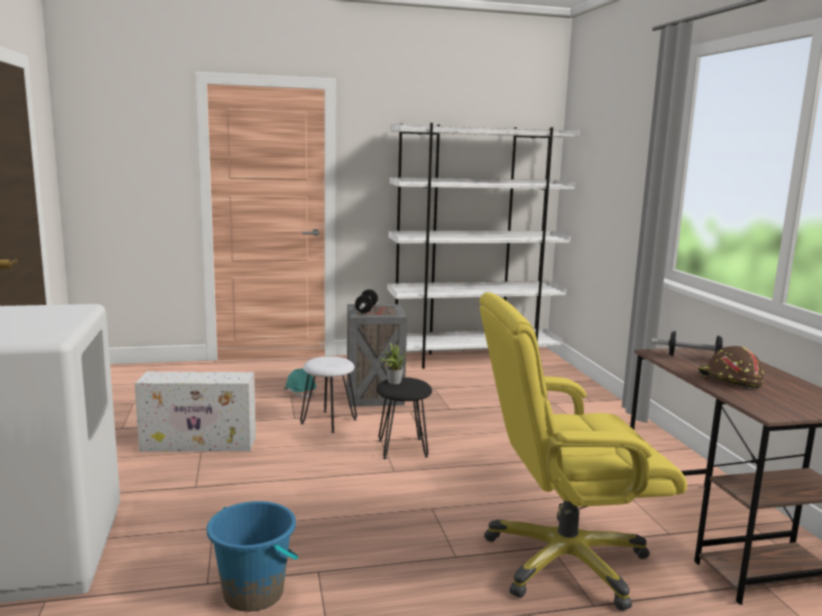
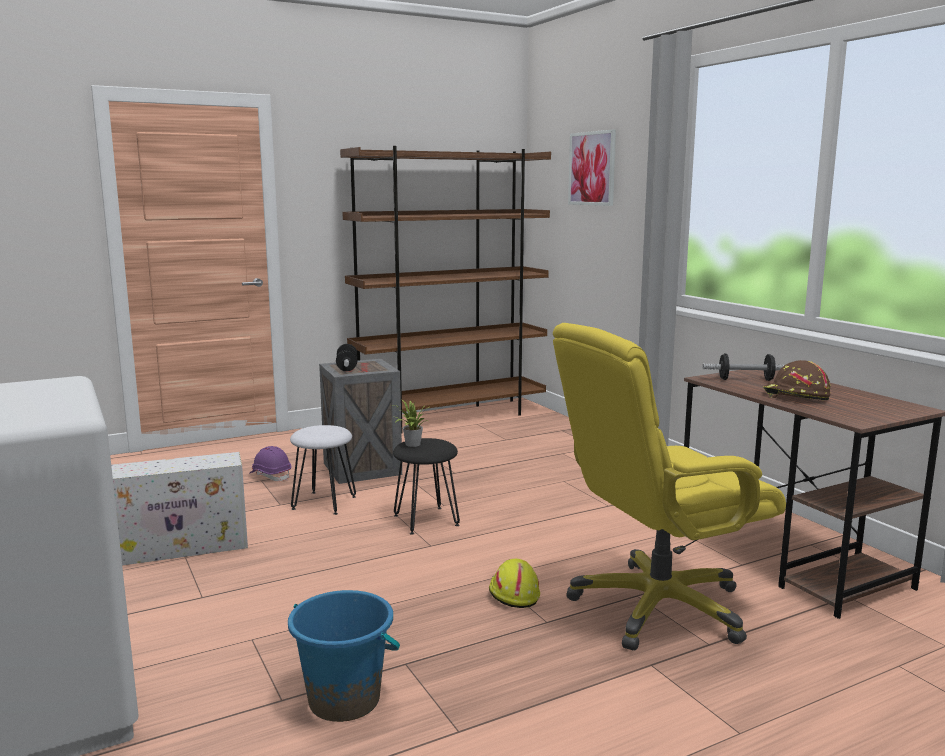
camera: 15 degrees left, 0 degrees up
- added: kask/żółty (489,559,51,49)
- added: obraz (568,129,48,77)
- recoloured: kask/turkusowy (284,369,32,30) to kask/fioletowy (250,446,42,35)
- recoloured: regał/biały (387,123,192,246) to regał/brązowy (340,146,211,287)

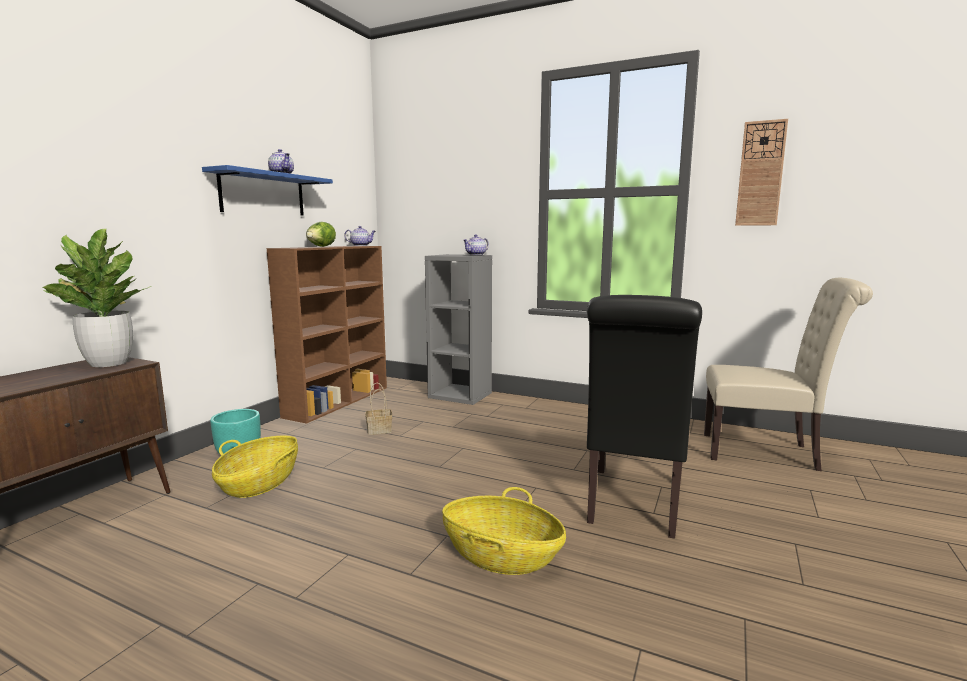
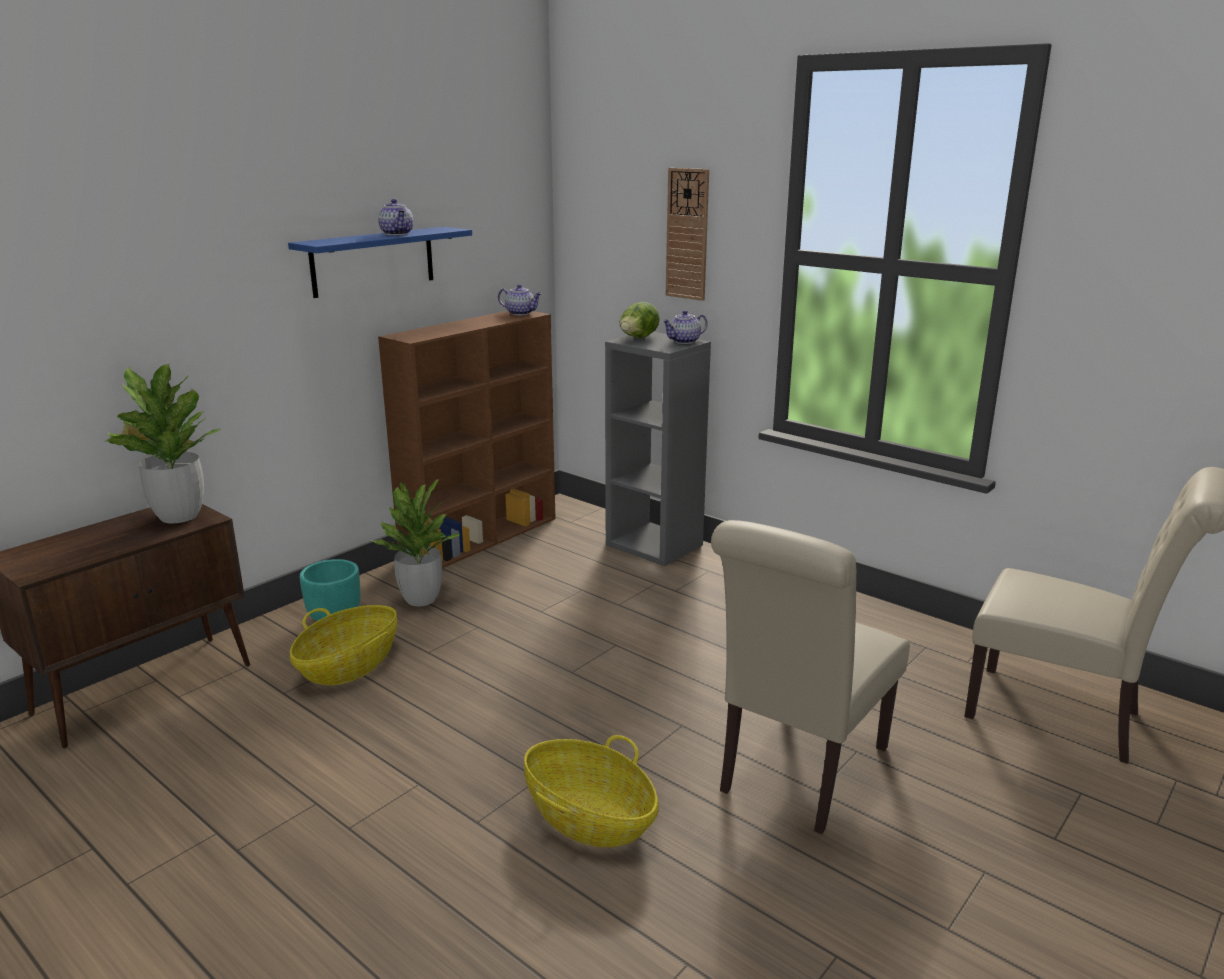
camera: 15 degrees right, 10 degrees up
- removed: koszyk (365,383,27,52)
- added: roślina doniczkowa (372,480,88,126)
- moved: sałata (306,222,30,25) to (619,302,40,36)
- moved: zegar ścienny (735,119,53,107) to (666,168,43,133)
- recoloured: krzesło/czarny (587,295,115,244) to krzesło/beżowy (711,520,199,314)

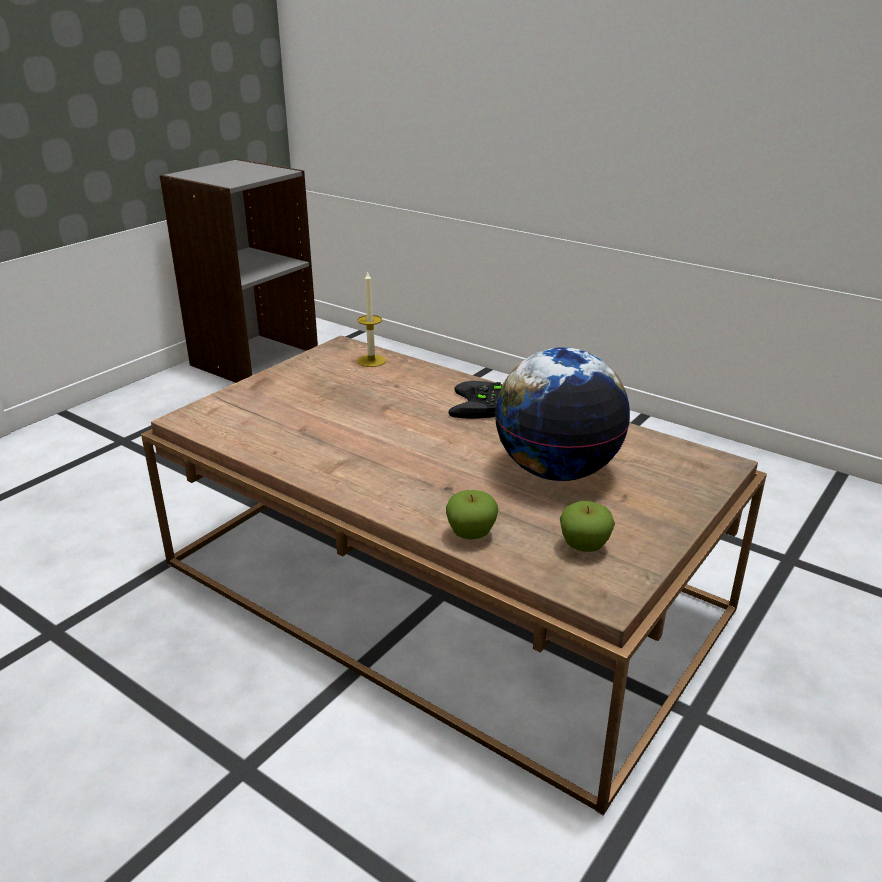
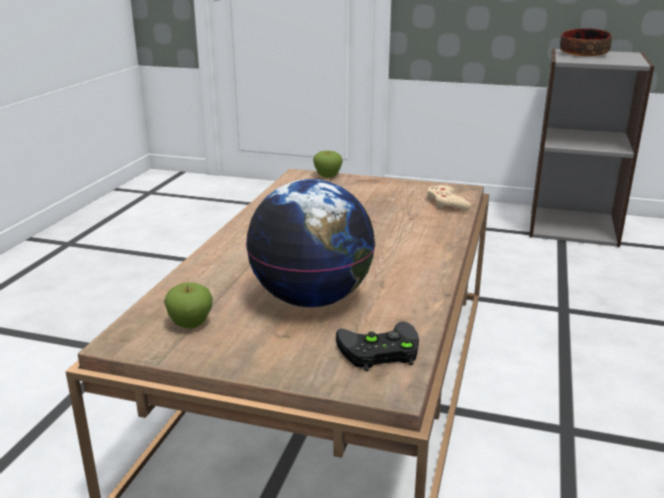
camera: 70 degrees right, 5 degrees down
- added: miska (560,28,52,29)
- moved: jabłko (446,490,52,50) to (313,151,30,27)
- moved: pad do gier/czarny (449,381,53,38) to (336,322,83,49)
- replaced: świeca (357,270,29,97) to pad do gier/beżowy (427,185,44,25)

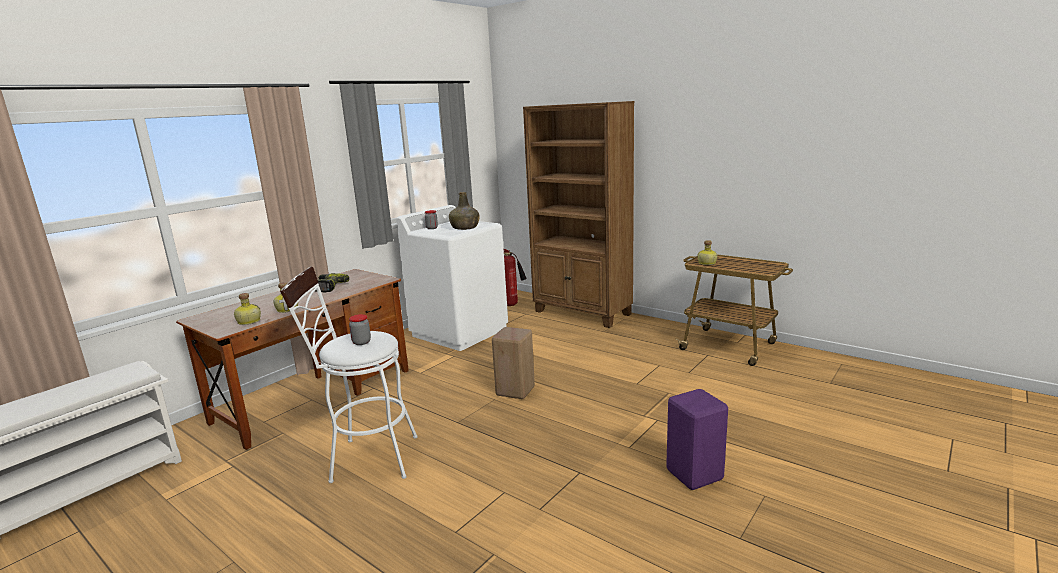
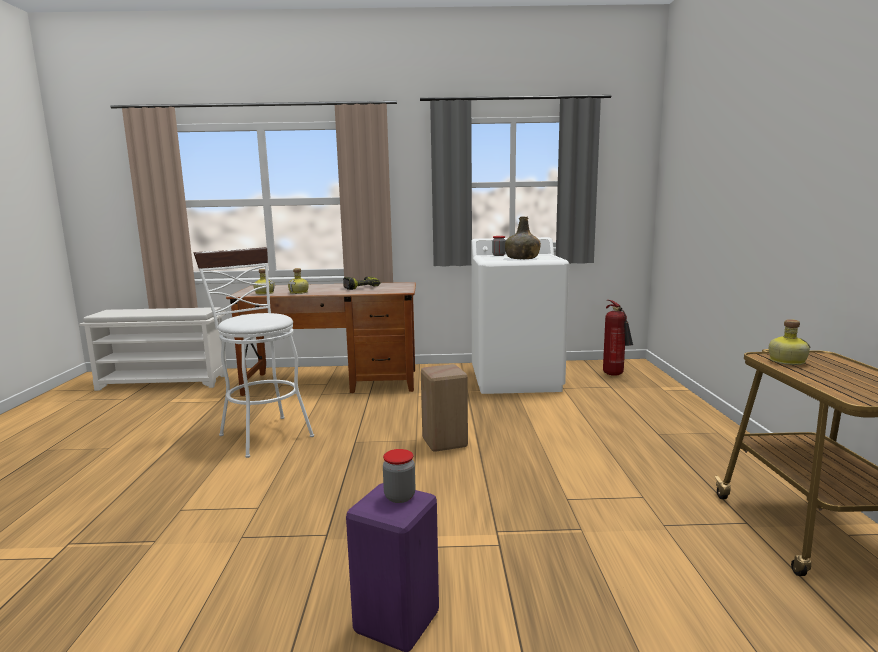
camera: 50 degrees right, 5 degrees down
- removed: regał/brązowy (523,101,111,227)
- moved: słoik (349,314,22,31) to (383,449,32,54)

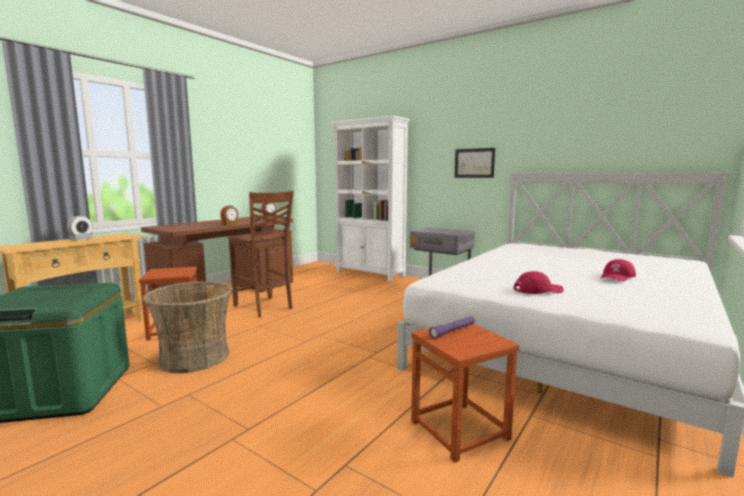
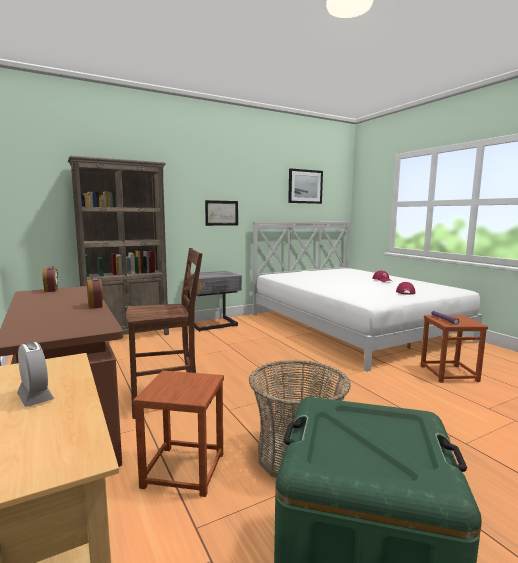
camera: 65 degrees left, 0 degrees up
- added: obraz (288,168,35,36)
- recoloured: regał/biały (332,116,78,166) to regał/brązowy (68,156,101,179)

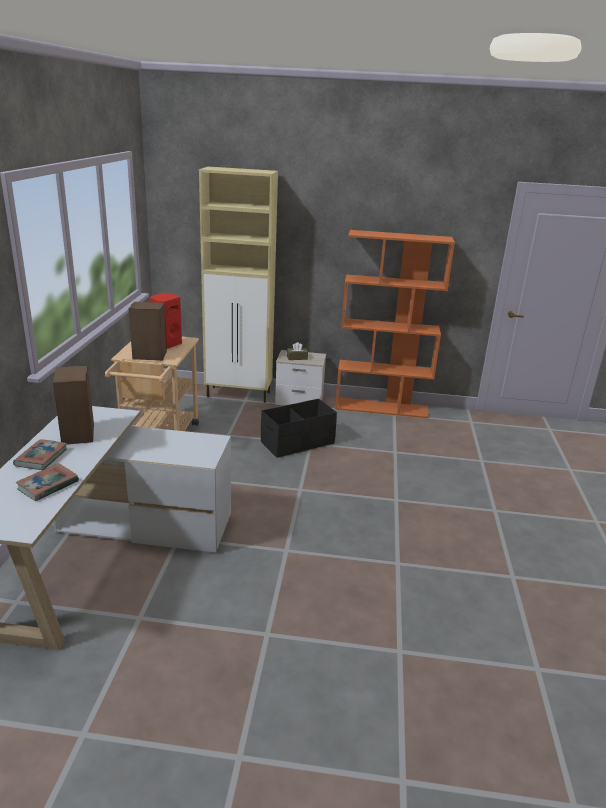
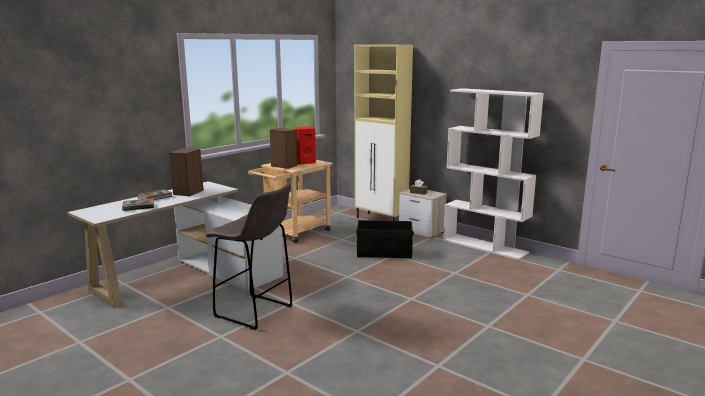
camera: 35 degrees right, 10 degrees down
- added: stołek/szary (205,184,87,146)
- recoloured: regał/pomarańczowy (335,230,120,188) to regał/biały (443,88,101,172)

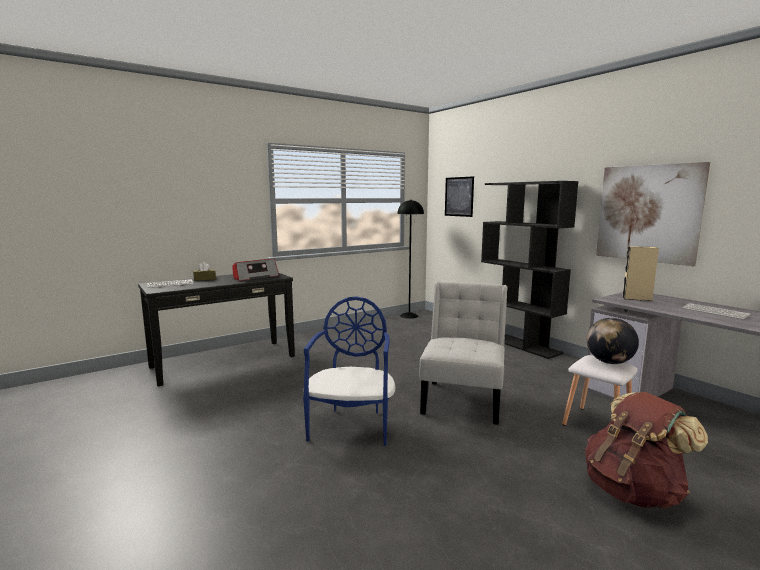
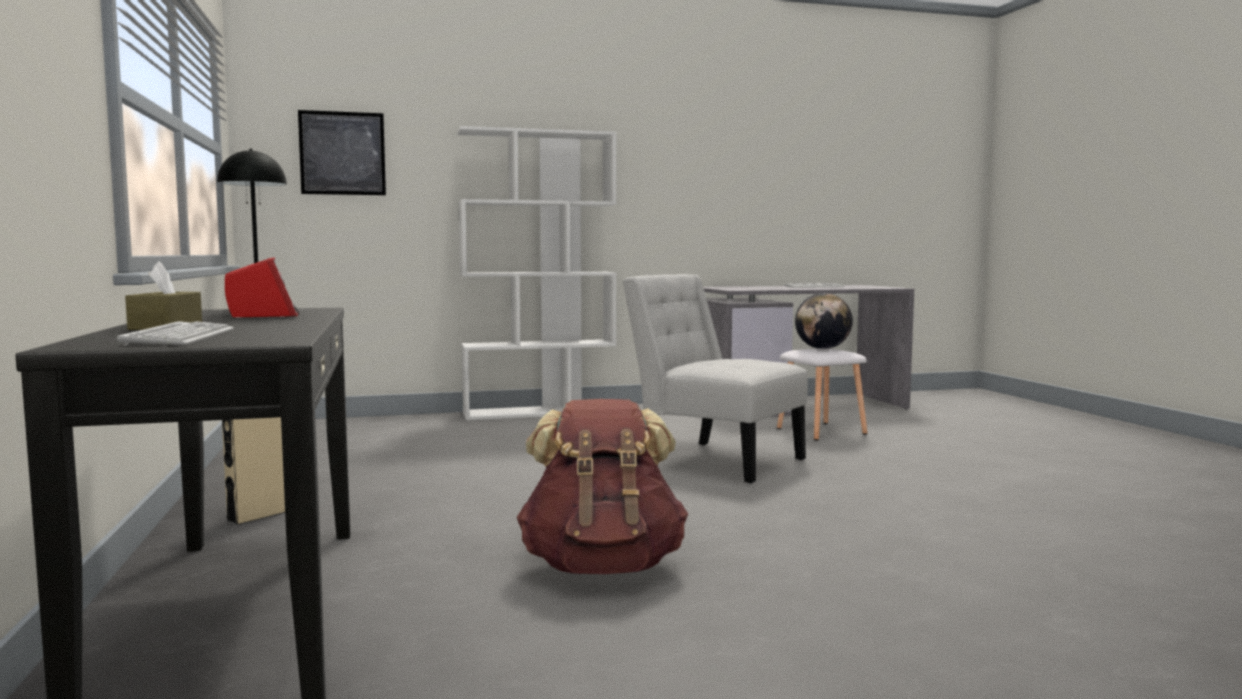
camera: 70 degrees left, 5 degrees down
- removed: krzesło/niebieski (303,296,92,150)
- removed: obraz (596,162,114,104)
- moved: plecak/brązowy (585,392,123,117) to (517,399,171,175)
- moved: głośnik/beżowy (622,246,37,55) to (222,417,63,108)
- recoloured: regał/czarny (481,181,97,178) to regał/biały (457,126,160,294)

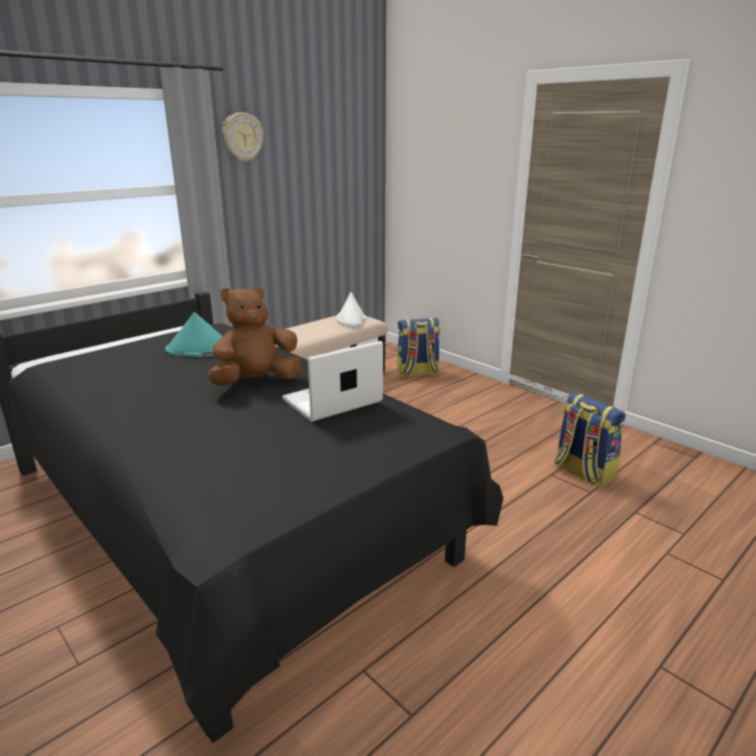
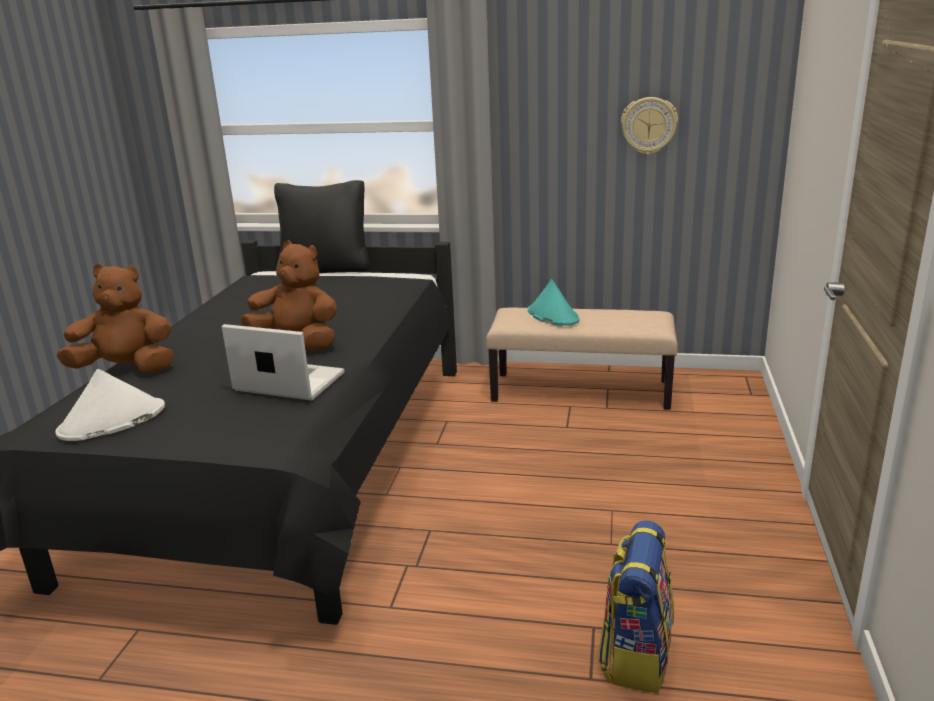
camera: 55 degrees right, 0 degrees up
- removed: plecak (397,318,43,60)
- added: pluszak/brązowy (57,264,117,109)
- added: poduszka/czarny (274,180,96,93)
- moved: kapelusz/turkusowy (165,312,58,45) to (528,279,52,47)
- moved: zegar ścienny (223,112,40,50) to (621,97,57,58)
- moved: kapelusz/biały (336,292,30,34) to (55,369,110,72)

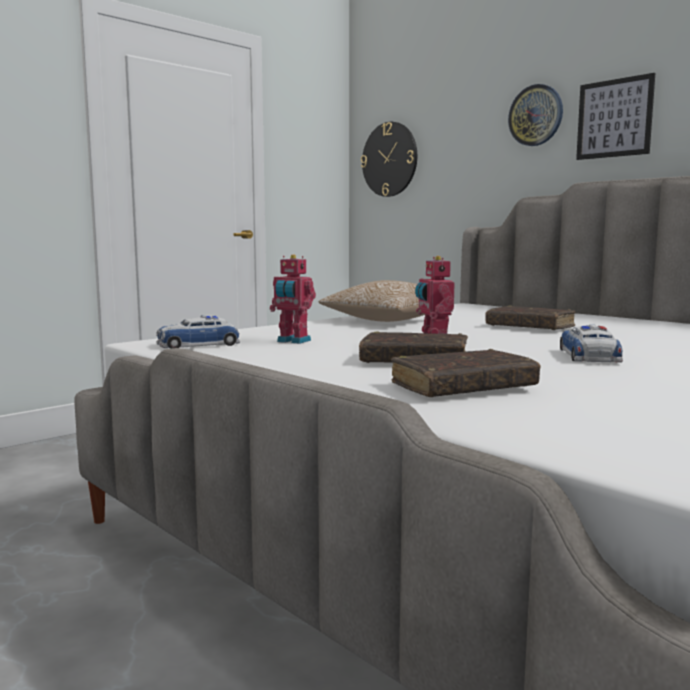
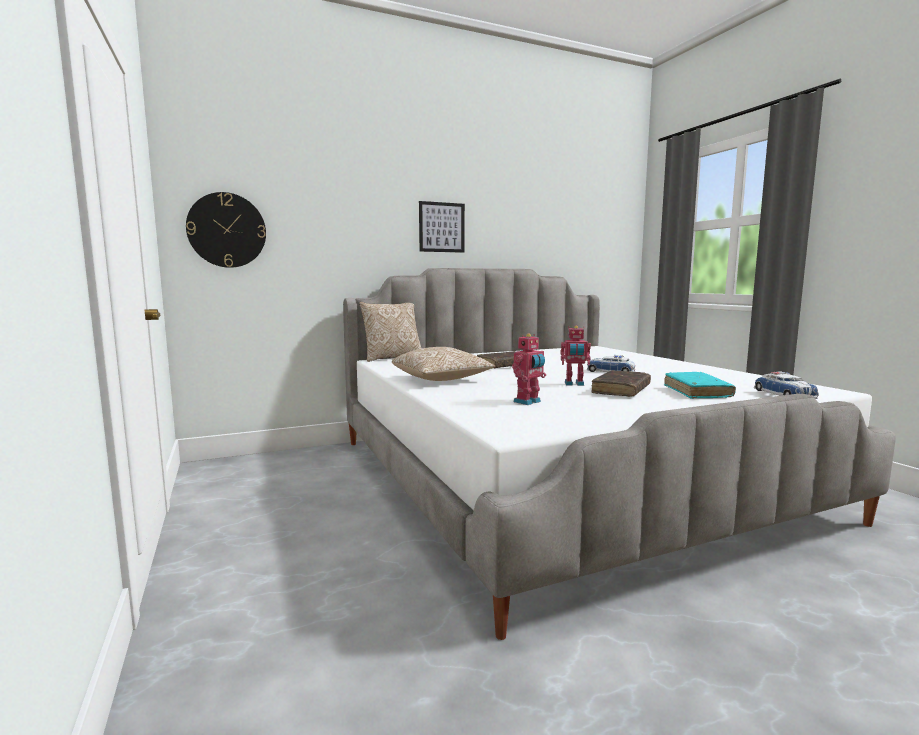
camera: 70 degrees left, 0 degrees up
- removed: zegar ścienny (508,84,55,62)
- added: poduszka (359,302,63,60)
- moved: samochodzik (156,315,84,34) to (754,371,65,28)
- recoloured: książka/brązowy (391,349,150,48) to książka/turkusowy (664,372,72,27)

